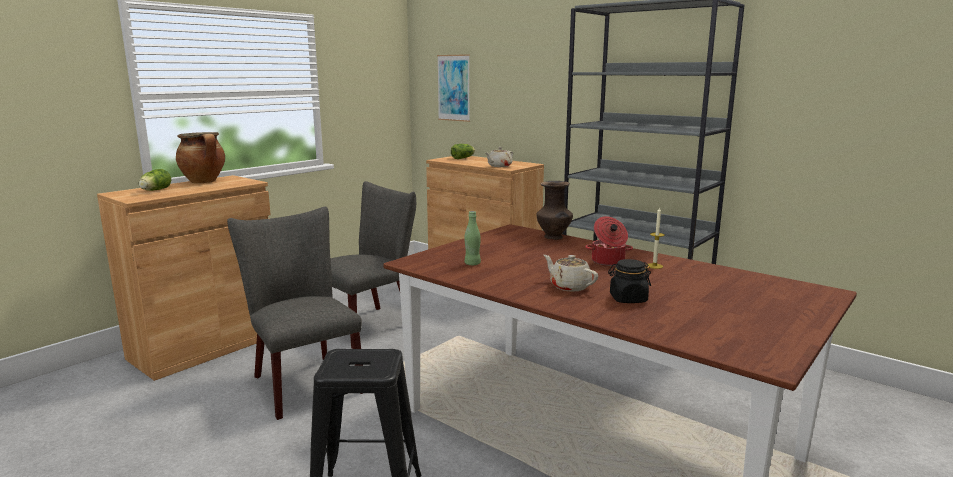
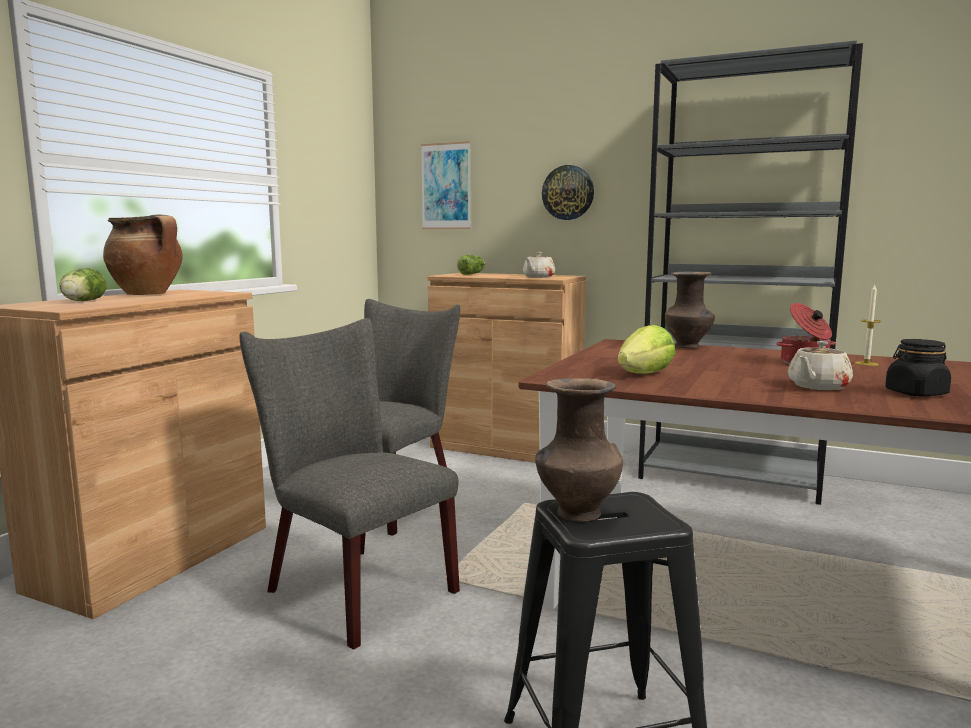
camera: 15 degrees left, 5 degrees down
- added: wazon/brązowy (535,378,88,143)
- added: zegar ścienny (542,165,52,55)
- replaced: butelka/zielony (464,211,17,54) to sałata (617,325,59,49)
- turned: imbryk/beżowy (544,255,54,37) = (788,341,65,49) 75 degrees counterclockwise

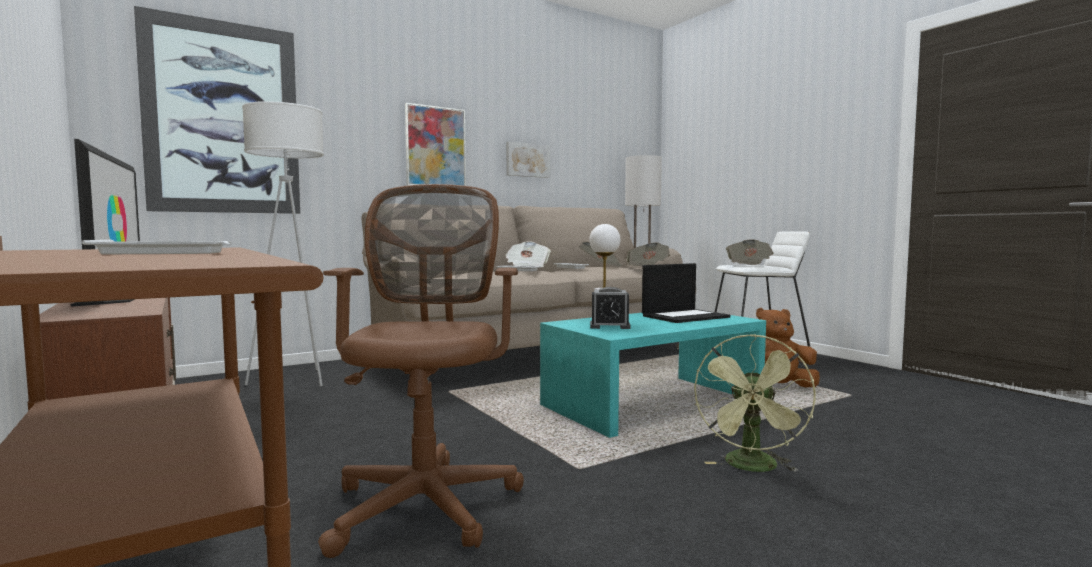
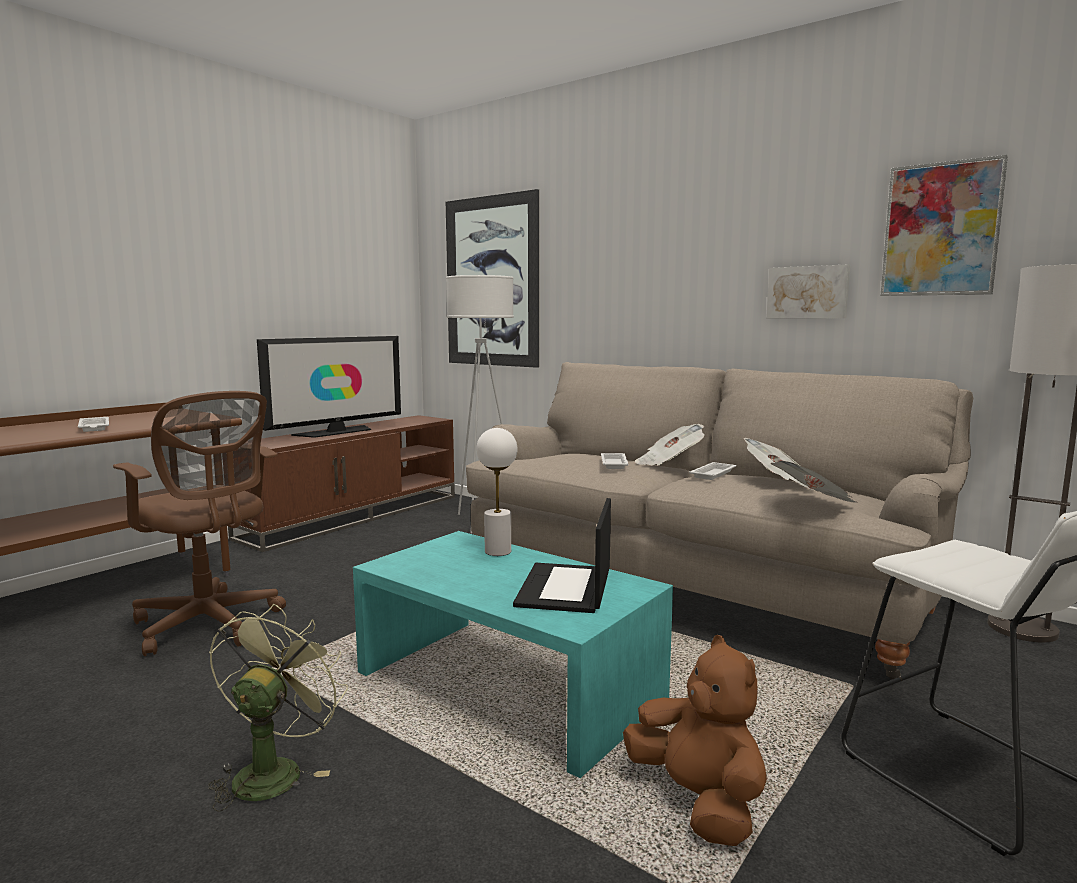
camera: 70 degrees right, 5 degrees up
- removed: budzik (590,287,41,42)
- removed: gazeta (726,239,48,26)
- moved: obraz (405,103,61,83) to (880,155,128,141)
- turned: krzesło biurowe/brązowy (318,184,206,374) = (113,391,173,265) 60 degrees clockwise
- turned: laptop (642,263,89,60) = (513,498,98,115) 60 degrees clockwise
- turned: wentylator/zielony (694,334,122,138) = (208,604,140,208) 105 degrees clockwise

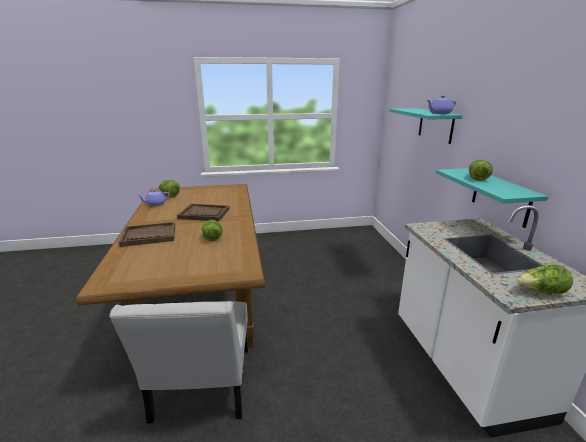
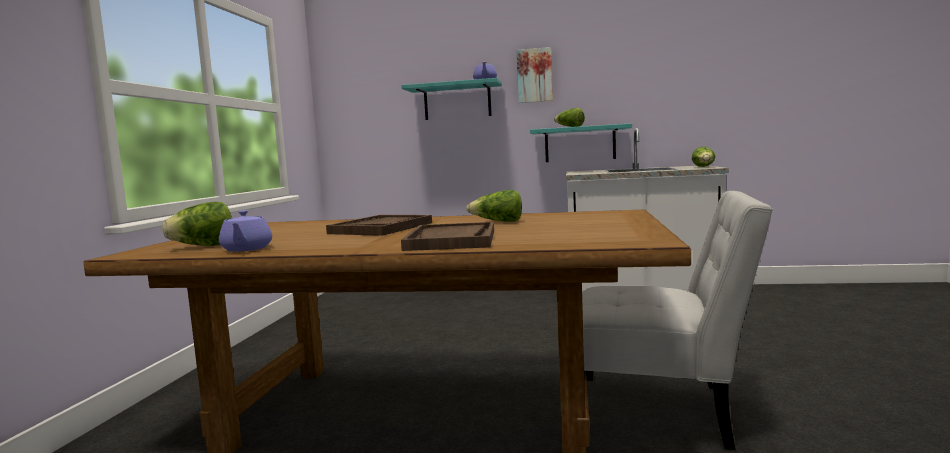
camera: 70 degrees left, 15 degrees down
- added: obraz (517,47,36,56)

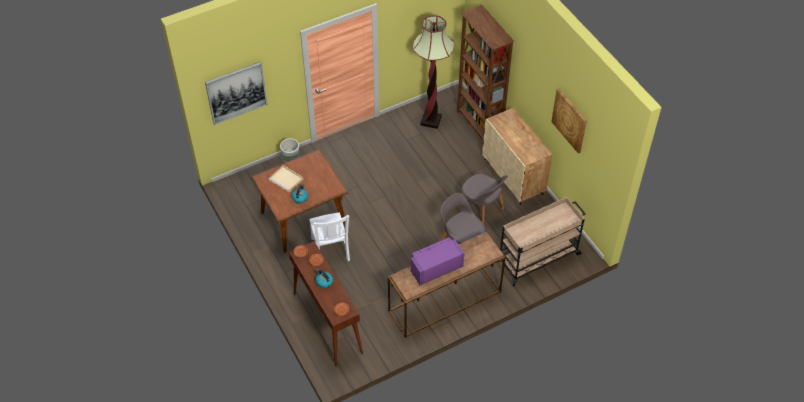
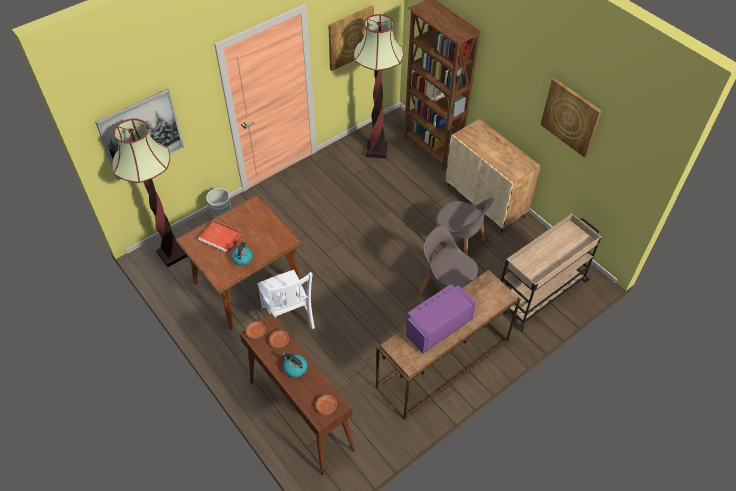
camera: 10 degrees left, 0 degrees up
- added: lampa stojąca (112,118,76,149)
- added: obraz (328,5,46,66)
- recoloured: taca/beżowy (269,165,34,28) to taca/czerwony (198,220,45,34)

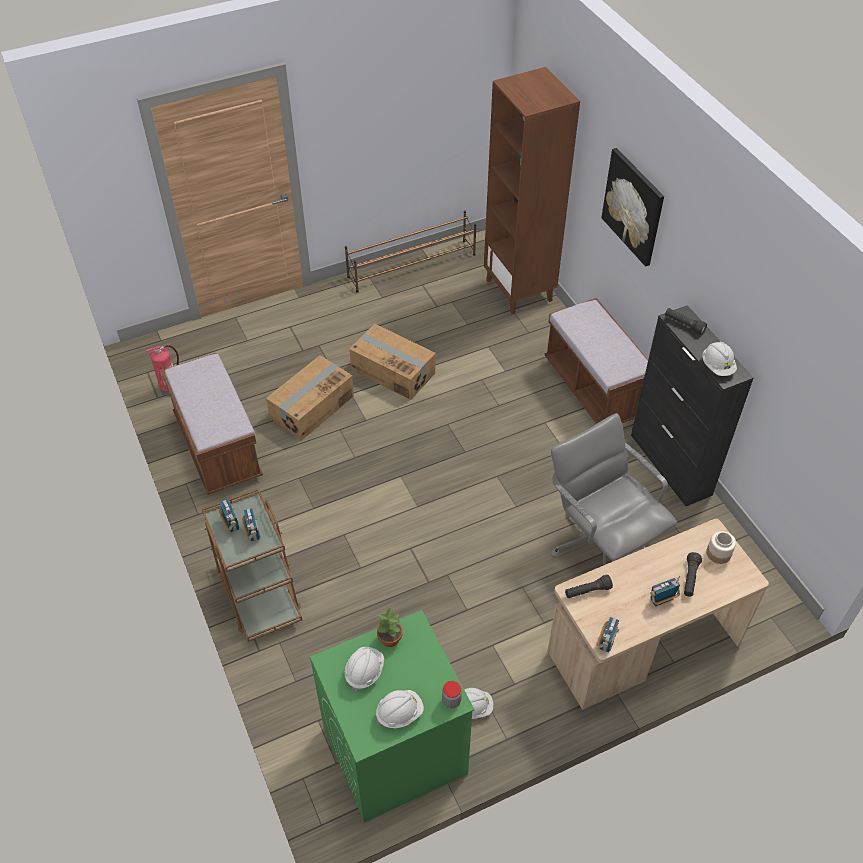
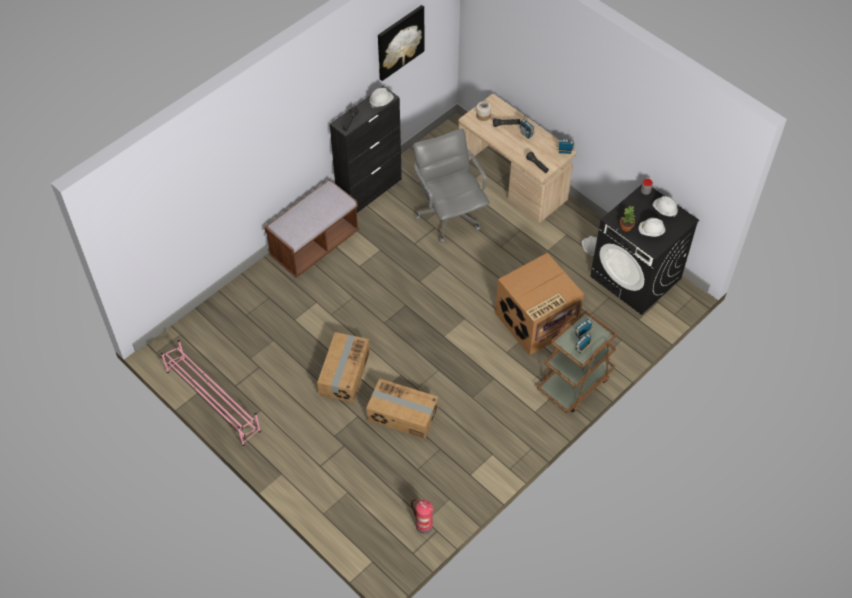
camera: 110 degrees left, 5 degrees up
- removed: ławka/brązowy (161,353,102,142)
- removed: regał/brązowy (484,67,96,247)
- added: karton (495,253,89,102)
- moved: obraz (601,148,63,119) to (378,5,46,76)
- recoloured: pralka/zielony (310,610,165,213) to pralka/czarny (590,185,109,130)
- recoloured: regał na buty/brązowy (345,211,131,82) to regał na buty/różowy (161,340,100,106)
- turned: krzesło biurowe/szary (551,413,126,153) = (413,129,77,114) 120 degrees clockwise

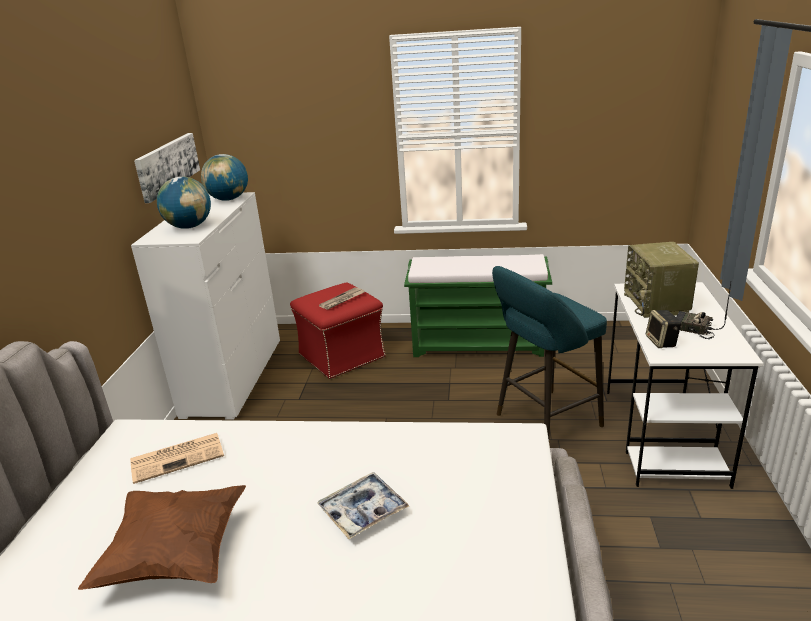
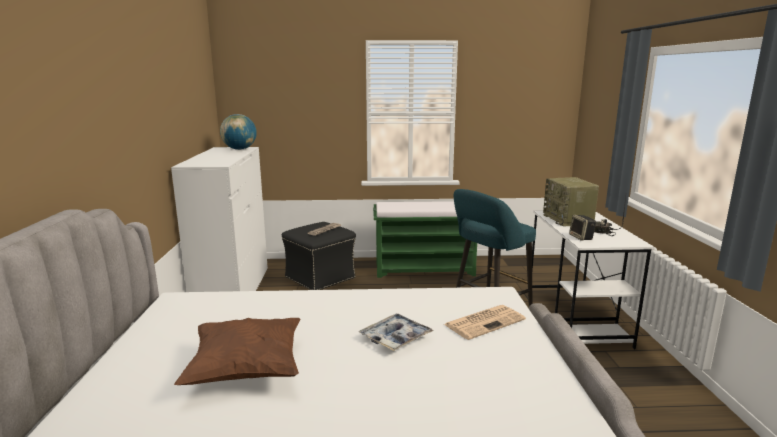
camera: 10 degrees left, 10 degrees down
- removed: obraz (134,133,66,70)
- removed: globus (157,177,54,52)
- moved: gazeta (130,433,94,51) to (444,305,82,35)
- recoloured: pufa/czerwony (290,282,96,97) to pufa/czarny (282,222,74,68)

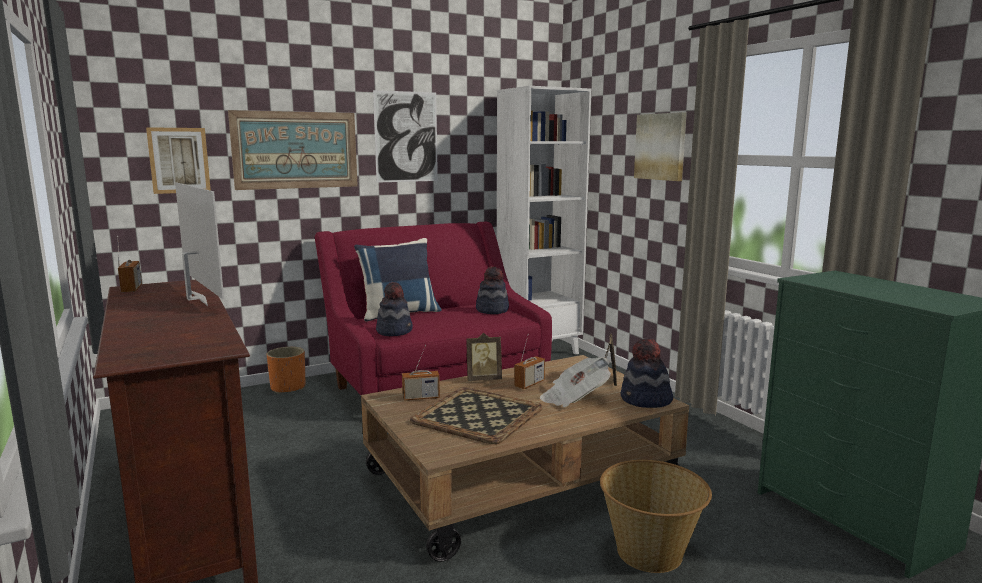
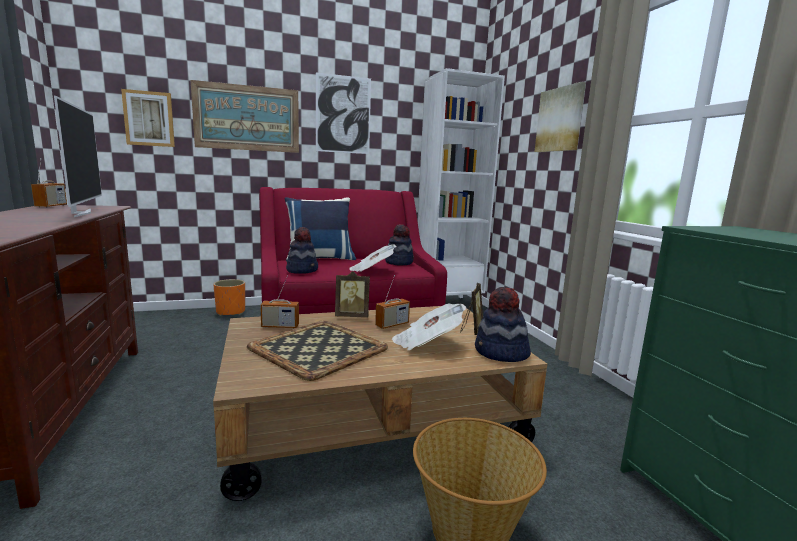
camera: 10 degrees right, 0 degrees up
- added: gazeta (349,245,48,27)

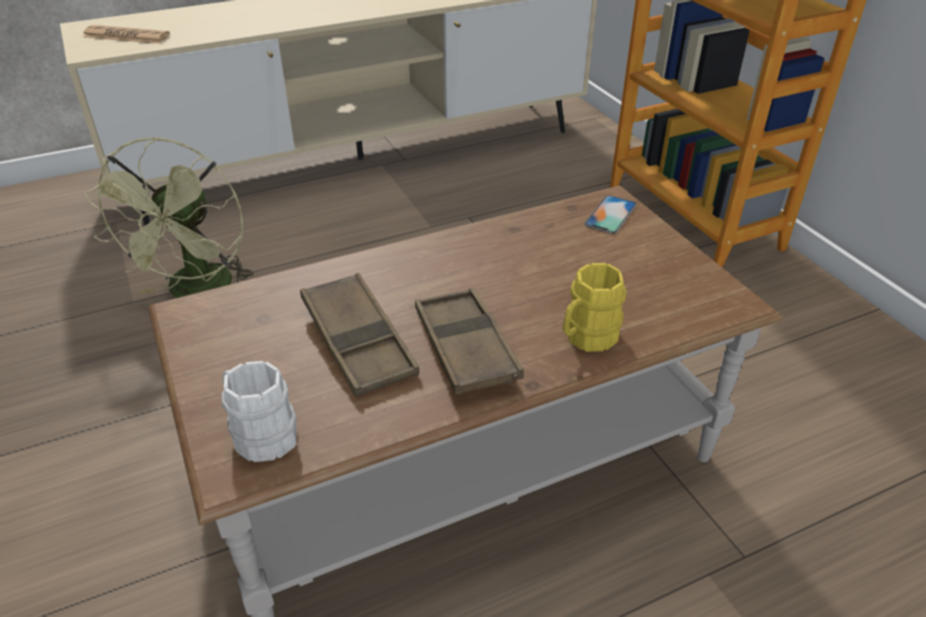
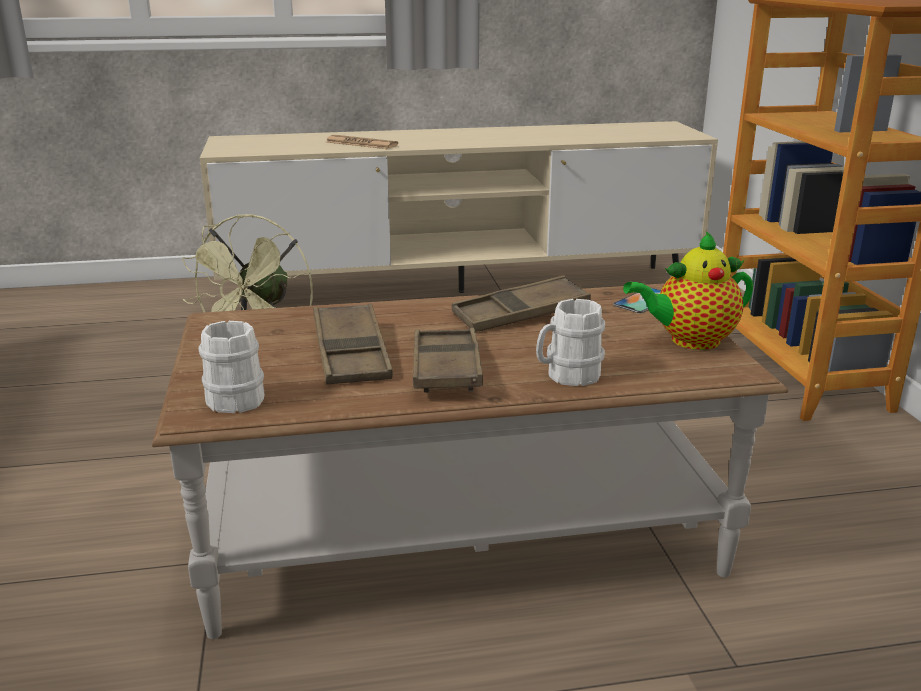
camera: 15 degrees right, 15 degrees down
- added: taca/brązowy (452,276,139,56)
- added: imbryk (623,231,130,119)
- moved: gazeta (82,25,88,19) to (326,135,73,14)
- recoloured: kubek/żółty (563,263,64,89) to kubek/biały (536,299,69,87)

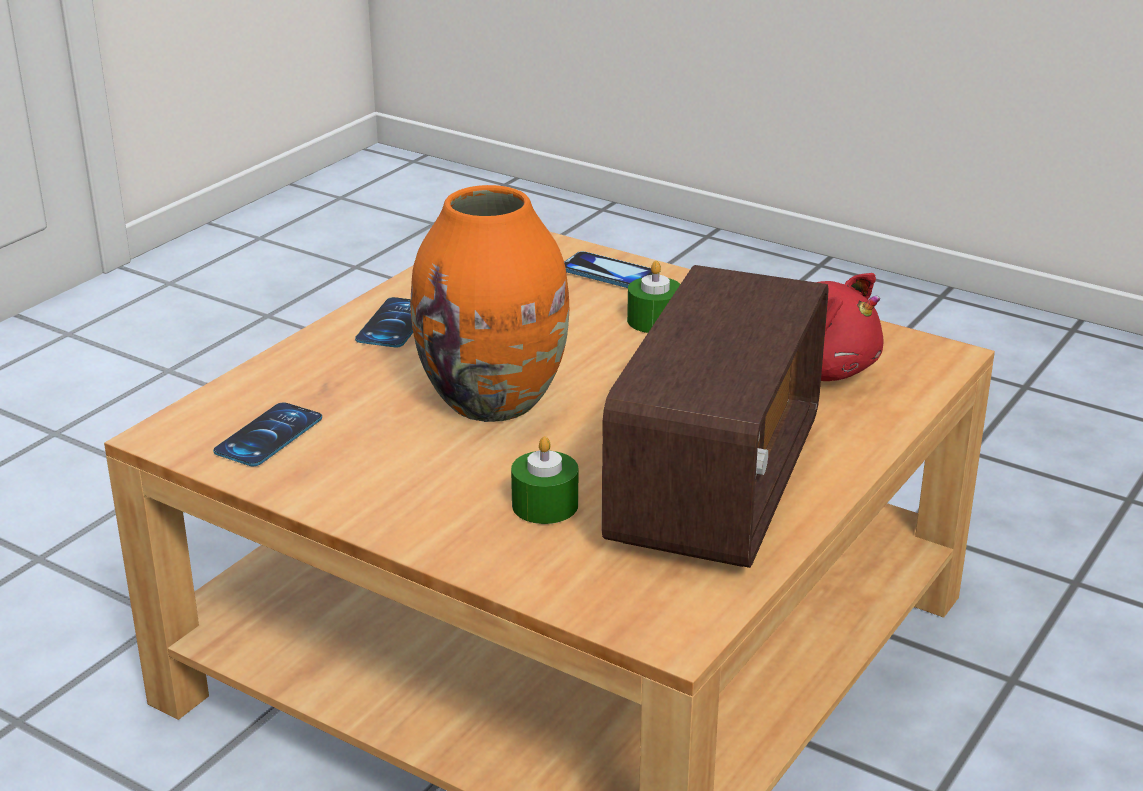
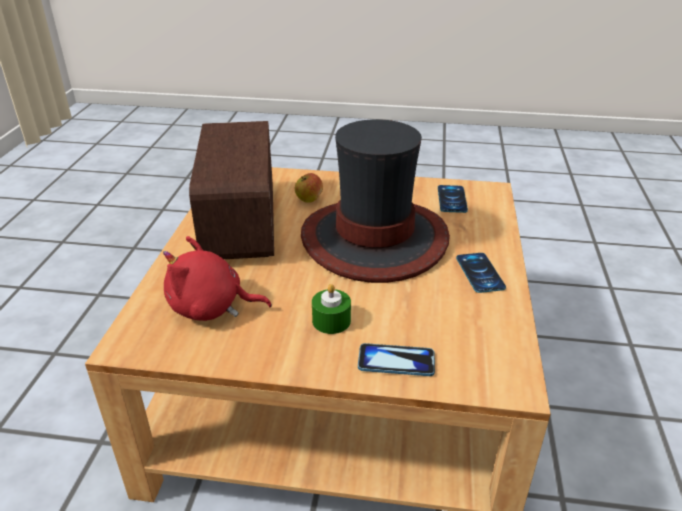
camera: 155 degrees right, 5 degrees up
- replaced: wazon/pomarańczowy (411,185,158,237) to kapelusz (301,119,149,164)
- replaced: świeca/zielony (511,436,67,88) to jabłko (295,173,28,30)

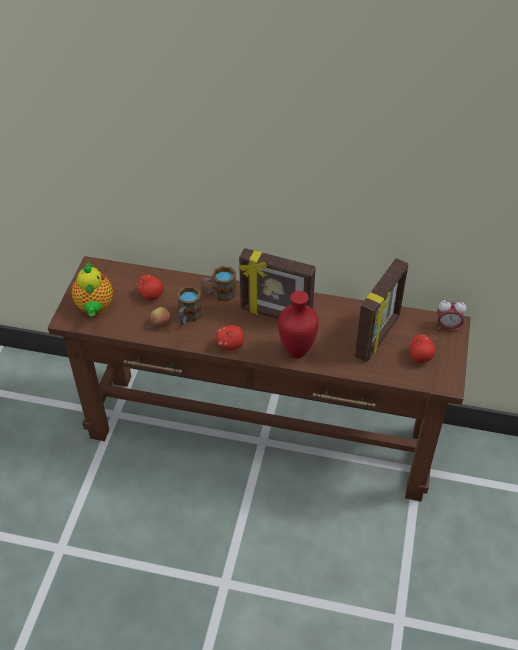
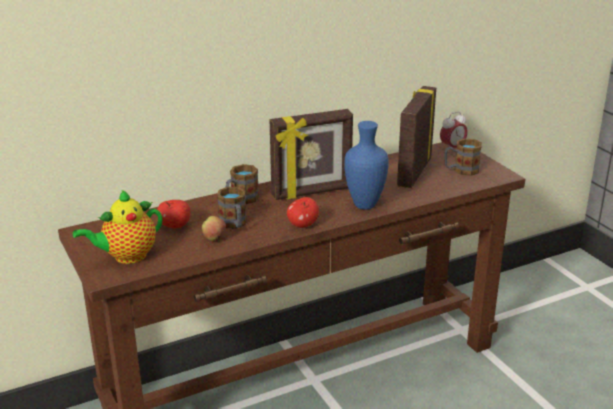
camera: 40 degrees left, 20 degrees down
- replaced: jabłko (409,335,26,28) to kubek (444,138,38,38)
- recoloured: wazon/czerwony (278,291,41,67) to wazon/niebieski (344,121,45,89)
- turned: imbryk (72,262,41,54) = (73,190,89,74) 105 degrees clockwise
- turned: ramka na zdjęcie (355,258,53,104) = (397,86,39,102) 150 degrees counterclockwise

